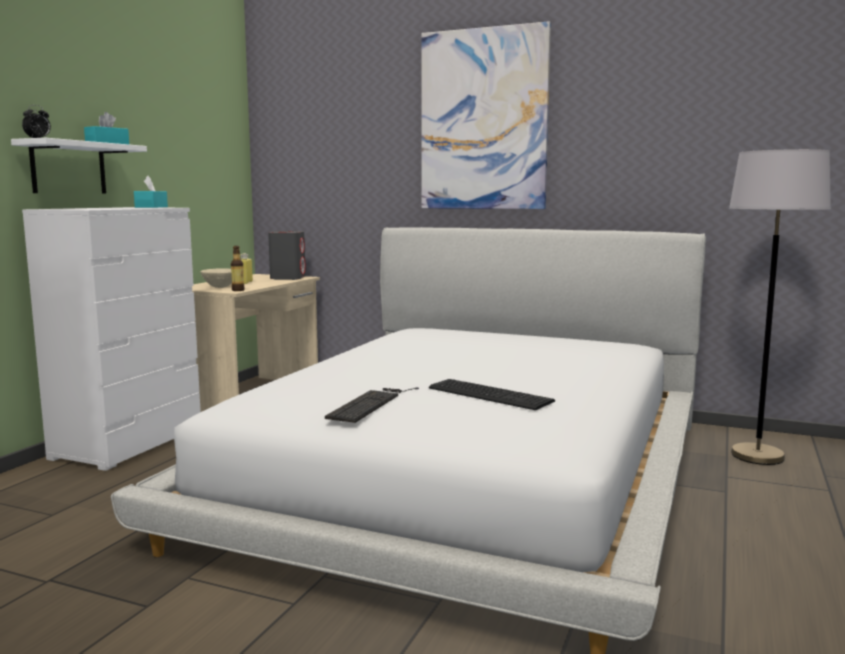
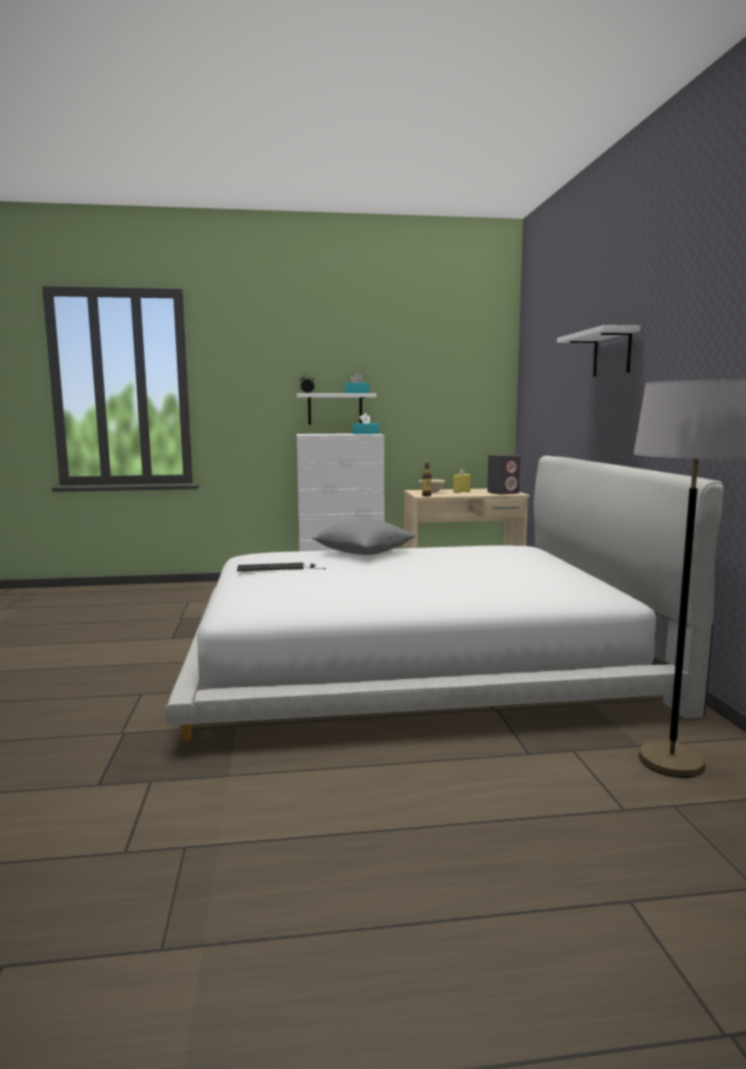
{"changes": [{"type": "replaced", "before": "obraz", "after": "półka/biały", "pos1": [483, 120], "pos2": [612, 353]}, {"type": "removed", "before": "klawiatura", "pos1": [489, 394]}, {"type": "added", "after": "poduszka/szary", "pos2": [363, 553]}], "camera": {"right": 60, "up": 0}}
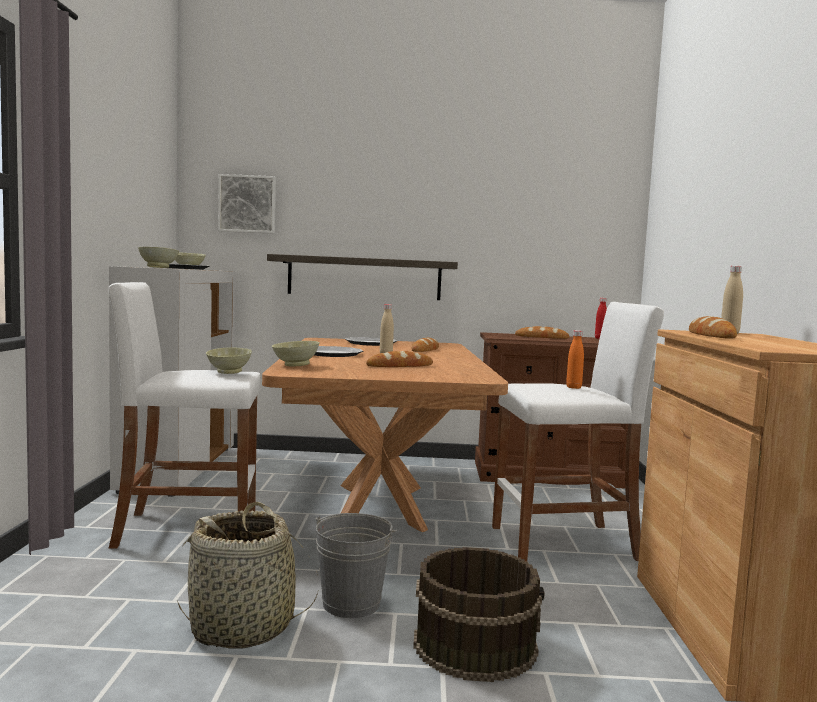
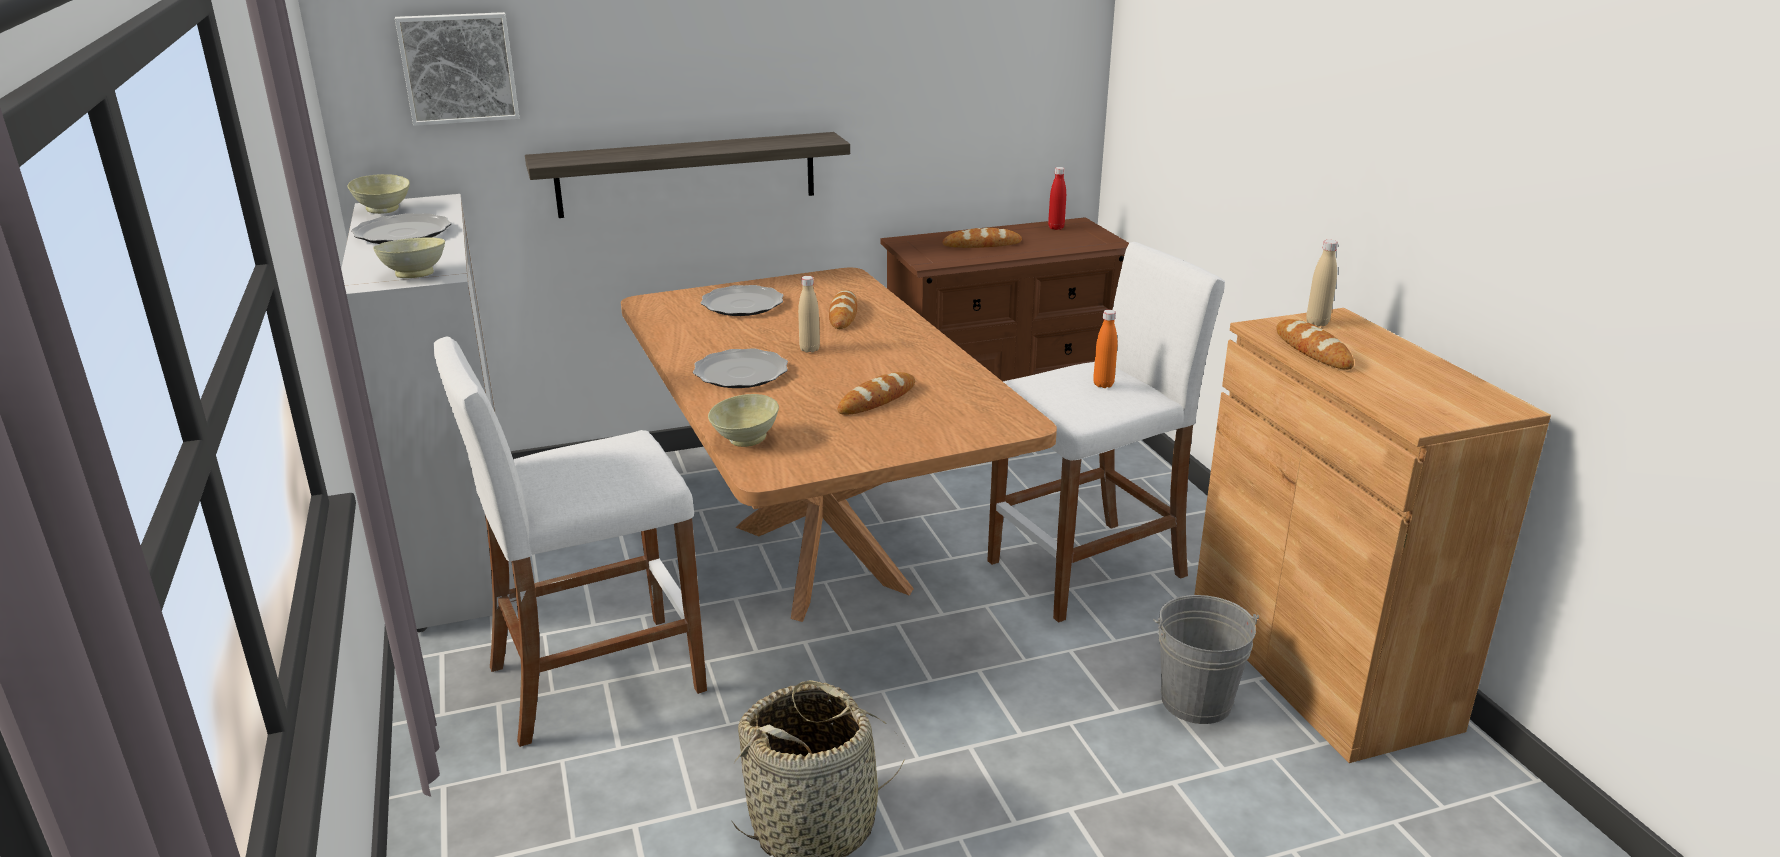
{"changes": [{"type": "removed", "before": "miska/beżowy", "pos1": [228, 372]}, {"type": "moved", "before": "wiadro/szary", "pos1": [351, 603], "pos2": [1196, 701]}, {"type": "removed", "before": "wiadro/brązowy", "pos1": [475, 644]}], "camera": {"right": -20, "up": 20}}
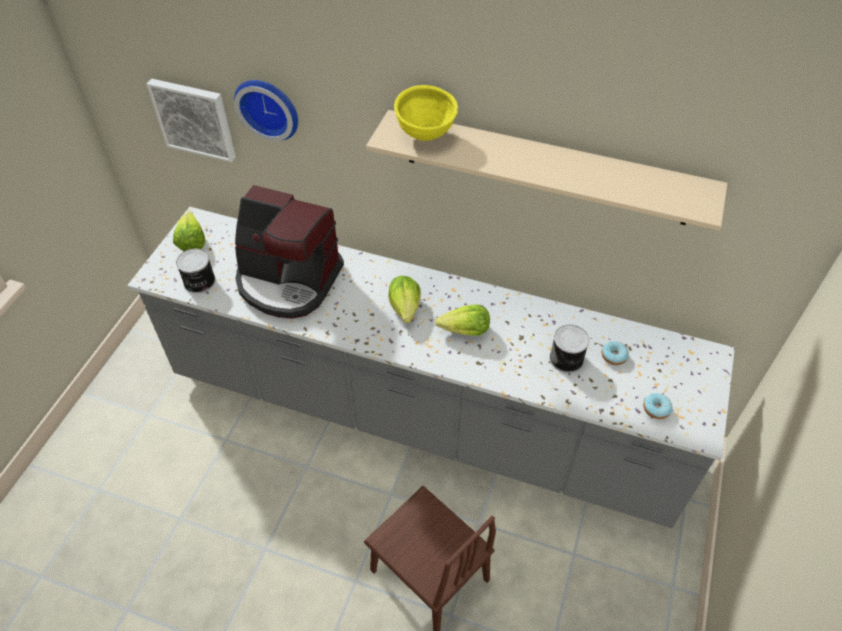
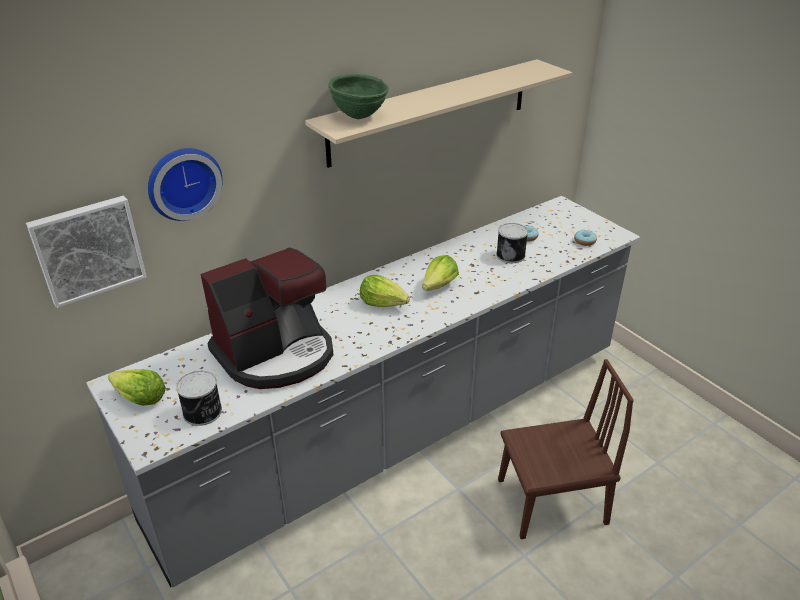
{"changes": [{"type": "recoloured", "before": "miska/żółty", "after": "miska/zielony", "pos1": [425, 136], "pos2": [359, 117]}], "camera": {"right": -55, "up": -15}}
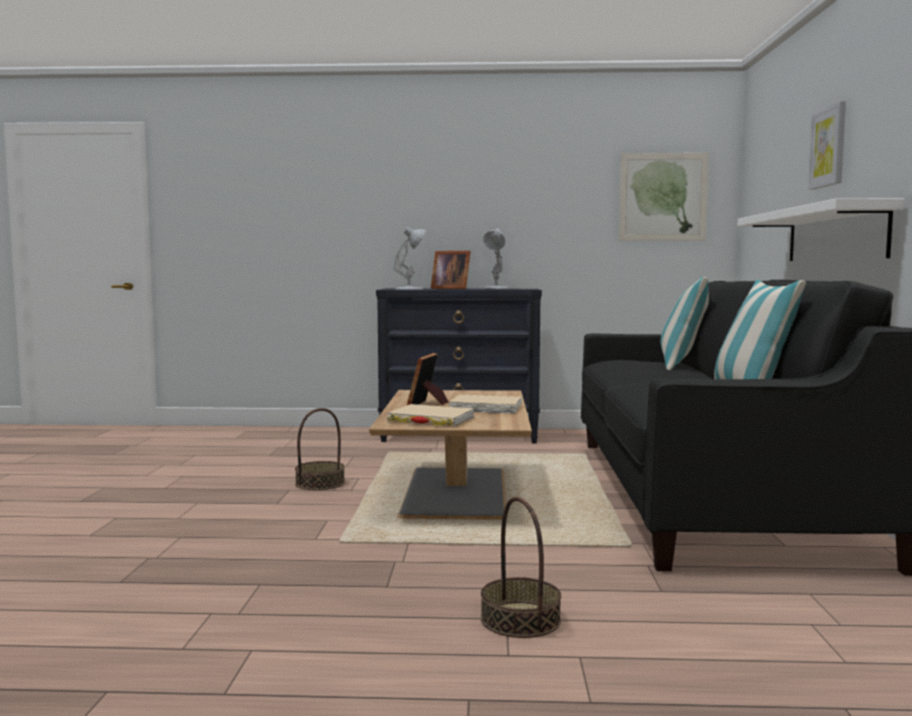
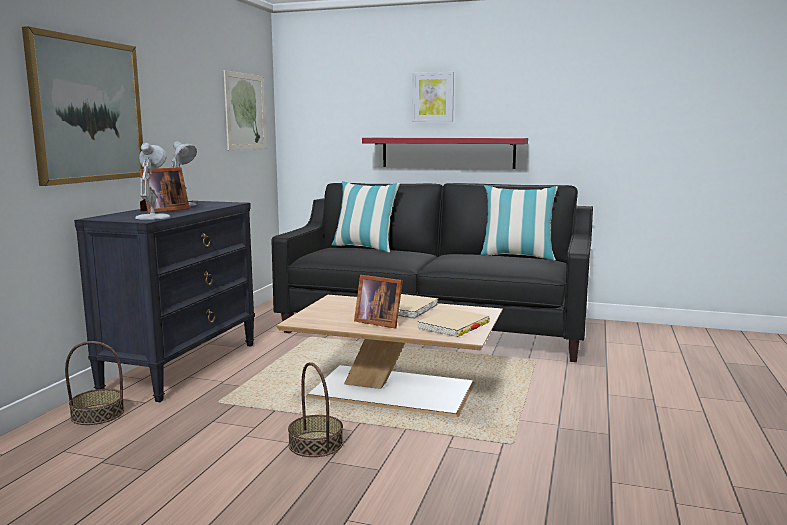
{"changes": [{"type": "moved", "before": "koszyk", "pos1": [520, 619], "pos2": [97, 414]}, {"type": "recoloured", "before": "półka/biały", "after": "półka/czerwony", "pos1": [835, 234], "pos2": [447, 152]}, {"type": "added", "after": "obraz", "pos2": [88, 110]}], "camera": {"right": -75, "up": 5}}
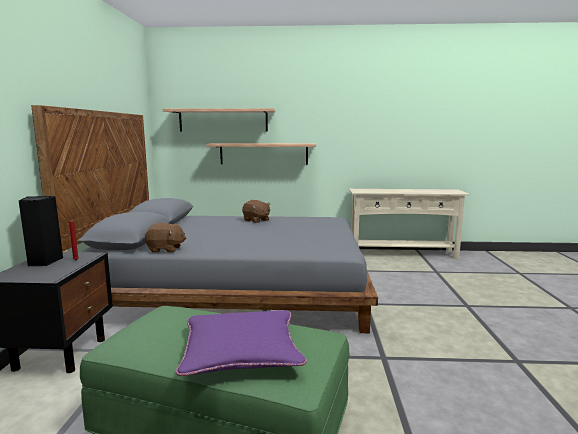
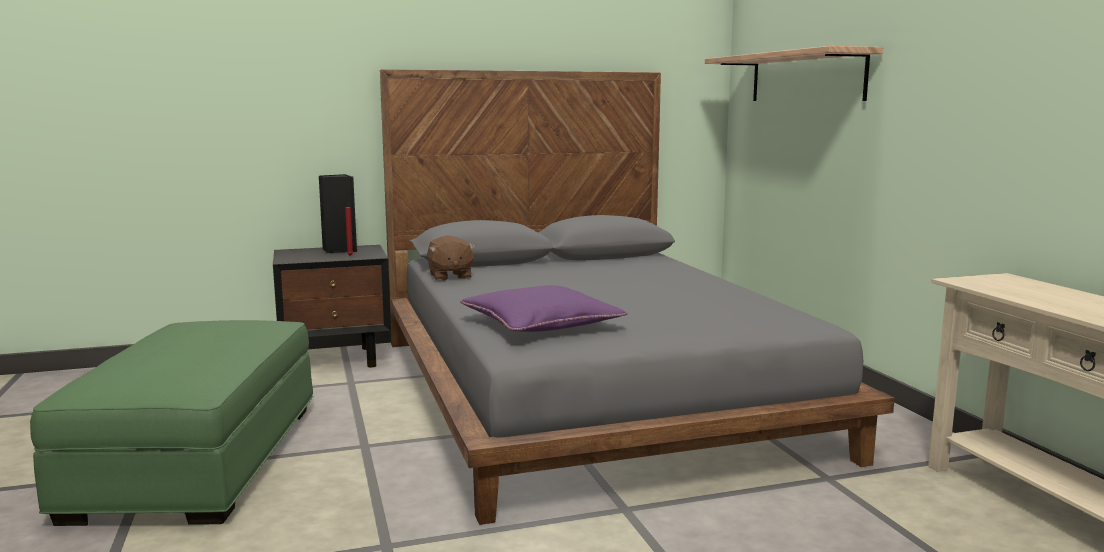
{"changes": [{"type": "moved", "before": "poduszka/fioletowy", "pos1": [241, 351], "pos2": [541, 323]}, {"type": "removed", "before": "półka", "pos1": [263, 153]}, {"type": "removed", "before": "pluszak/brązowy", "pos1": [256, 220]}], "camera": {"right": 70, "up": 0}}
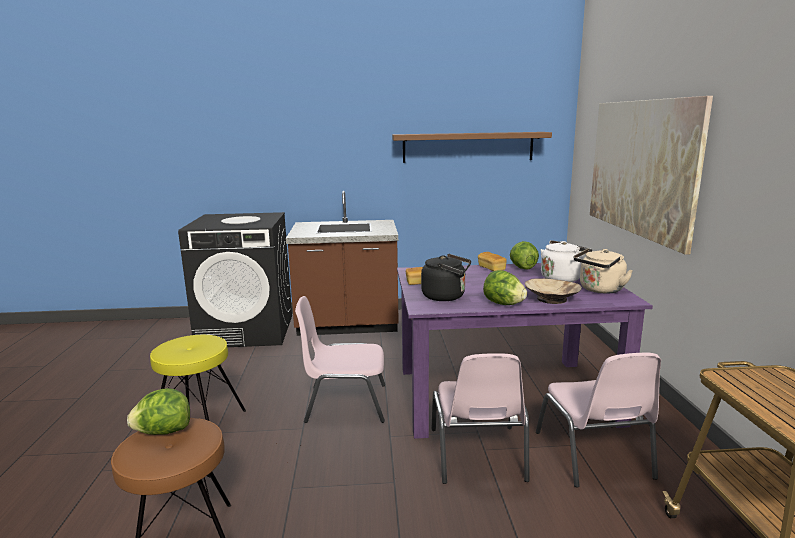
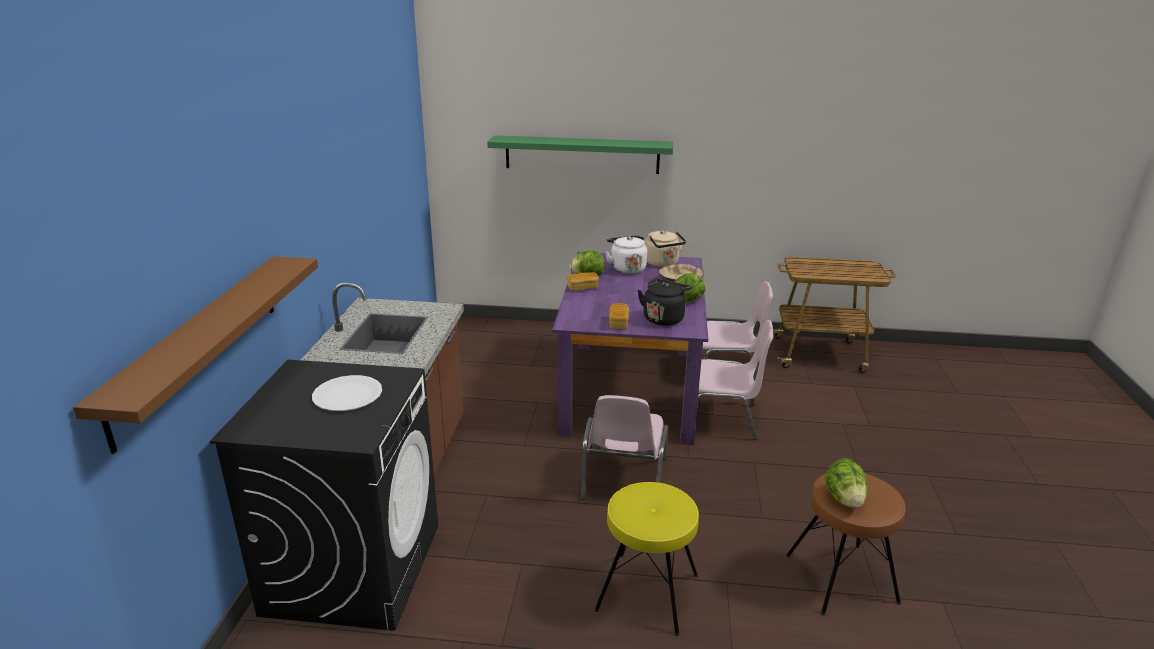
{"changes": [{"type": "moved", "before": "półka/brązowy", "pos1": [468, 147], "pos2": [198, 344]}, {"type": "replaced", "before": "obraz", "after": "półka/zielony", "pos1": [640, 167], "pos2": [582, 154]}], "camera": {"right": -80, "up": 10}}
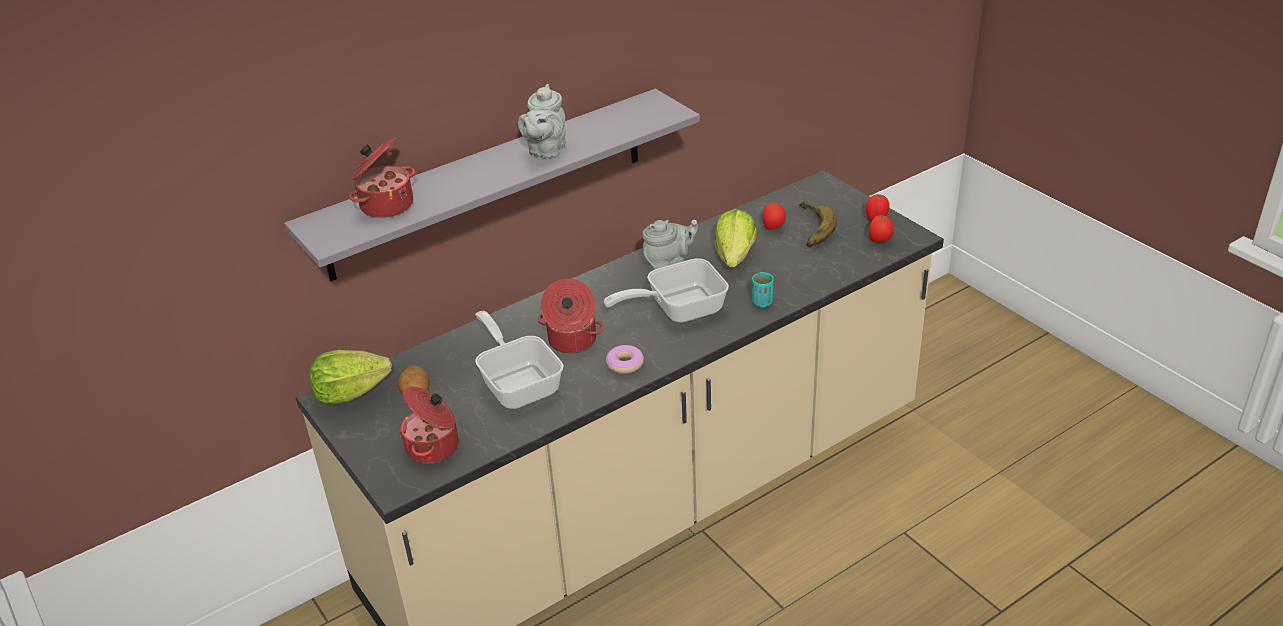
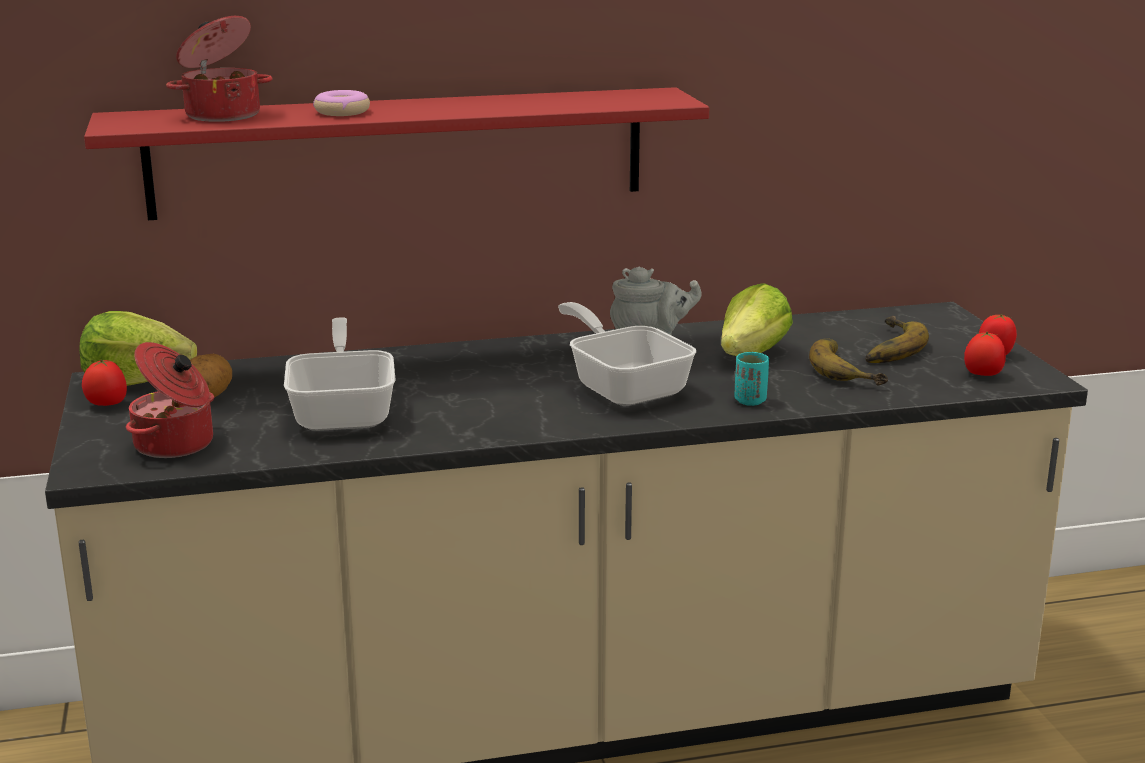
{"changes": [{"type": "recoloured", "before": "półka/szary", "after": "półka/czerwony", "pos1": [488, 183], "pos2": [399, 152]}, {"type": "removed", "before": "imbryk/szary", "pos1": [545, 151]}, {"type": "removed", "before": "garnek", "pos1": [571, 341]}, {"type": "turned", "before": "patelnia", "pos1": [677, 309], "pos2": [624, 386], "turn": 60}, {"type": "moved", "before": "donut", "pos1": [625, 364], "pos2": [342, 112]}, {"type": "moved", "before": "pomidor", "pos1": [773, 227], "pos2": [106, 404]}, {"type": "added", "after": "banan", "pos2": [850, 369]}], "camera": {"right": 20, "up": -15}}
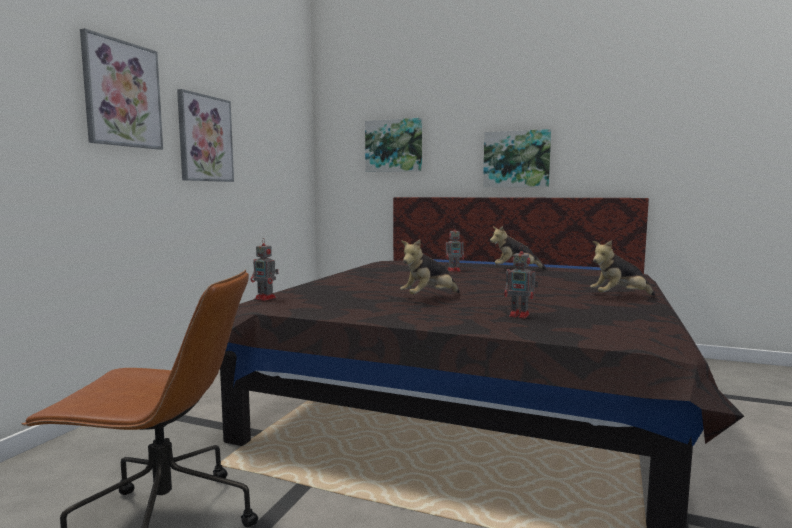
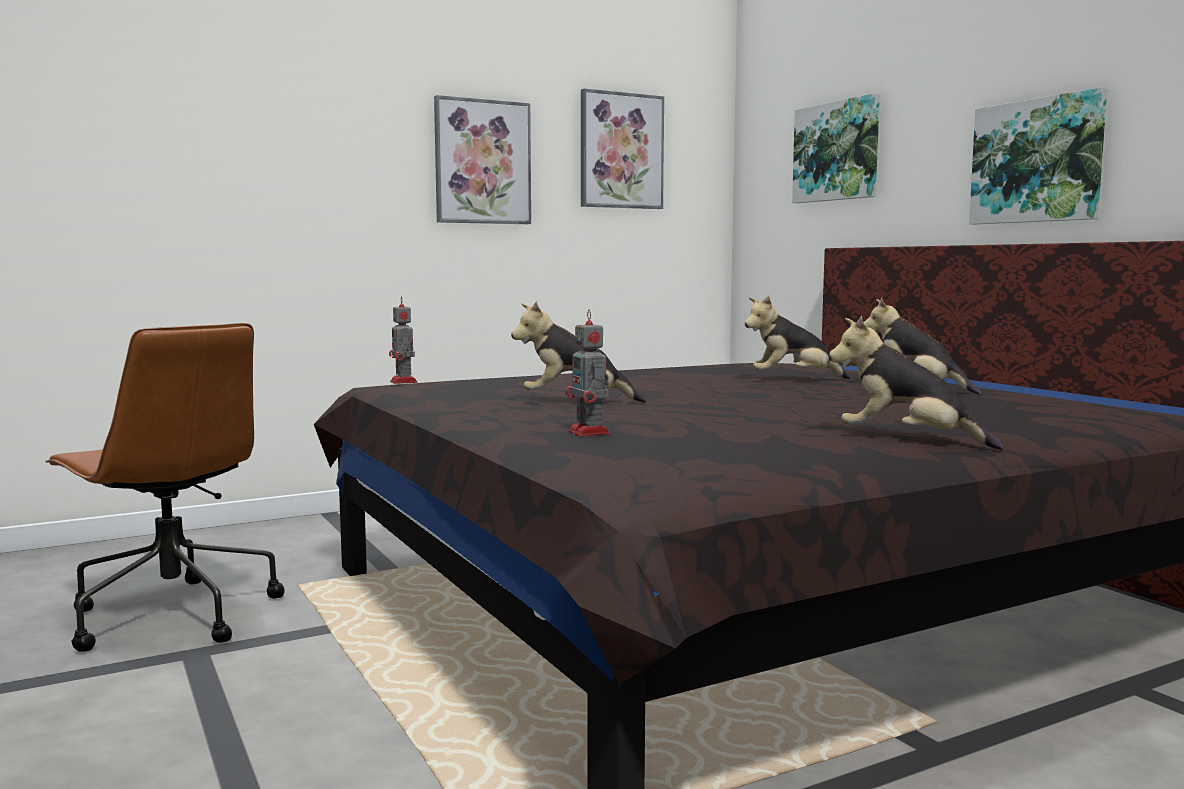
{"changes": [{"type": "moved", "before": "obraz", "pos1": [122, 94], "pos2": [621, 151]}, {"type": "replaced", "before": "robot zabawkowy", "after": "pluszak", "pos1": [454, 270], "pos2": [792, 380]}], "camera": {"right": 40, "up": 0}}
